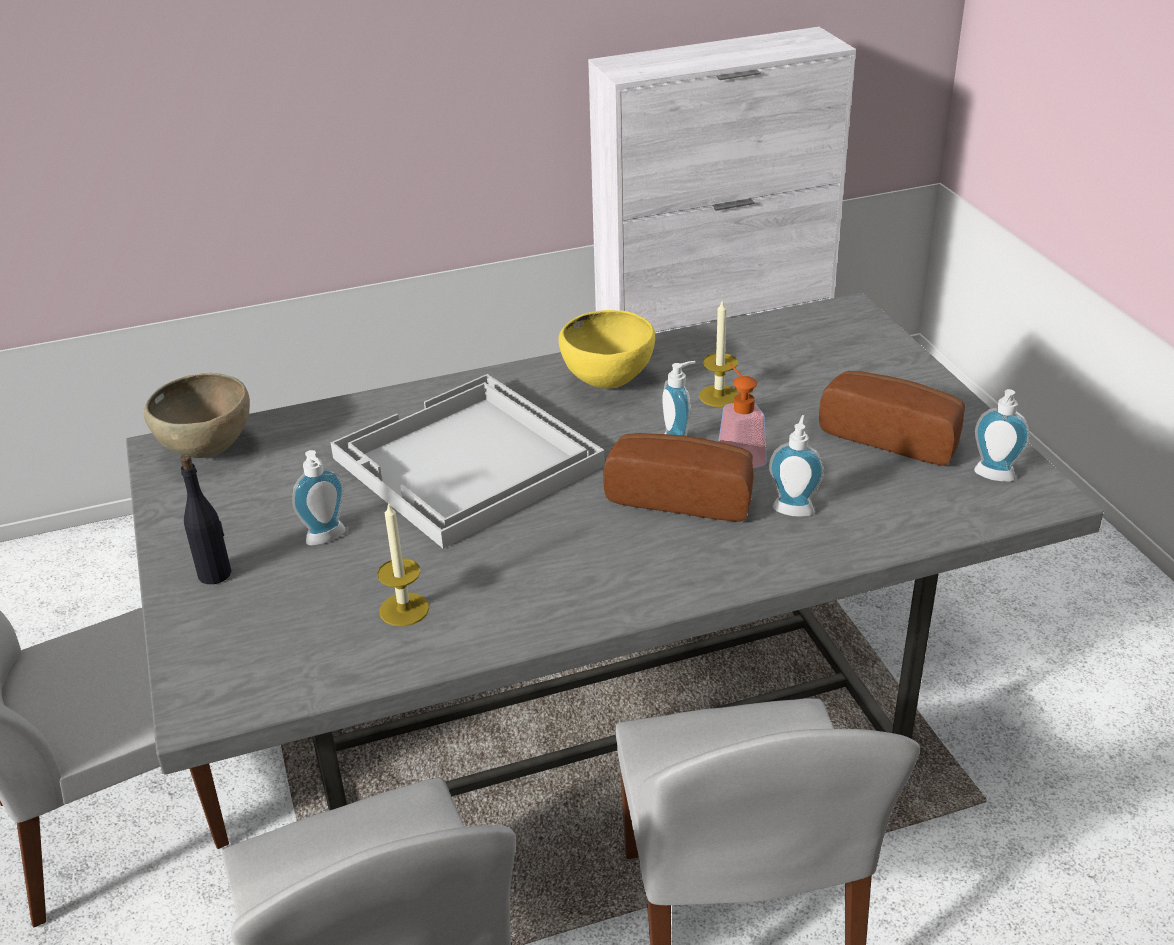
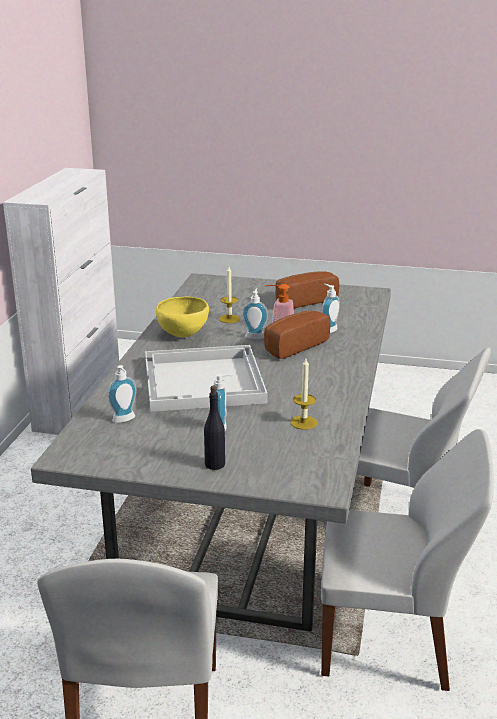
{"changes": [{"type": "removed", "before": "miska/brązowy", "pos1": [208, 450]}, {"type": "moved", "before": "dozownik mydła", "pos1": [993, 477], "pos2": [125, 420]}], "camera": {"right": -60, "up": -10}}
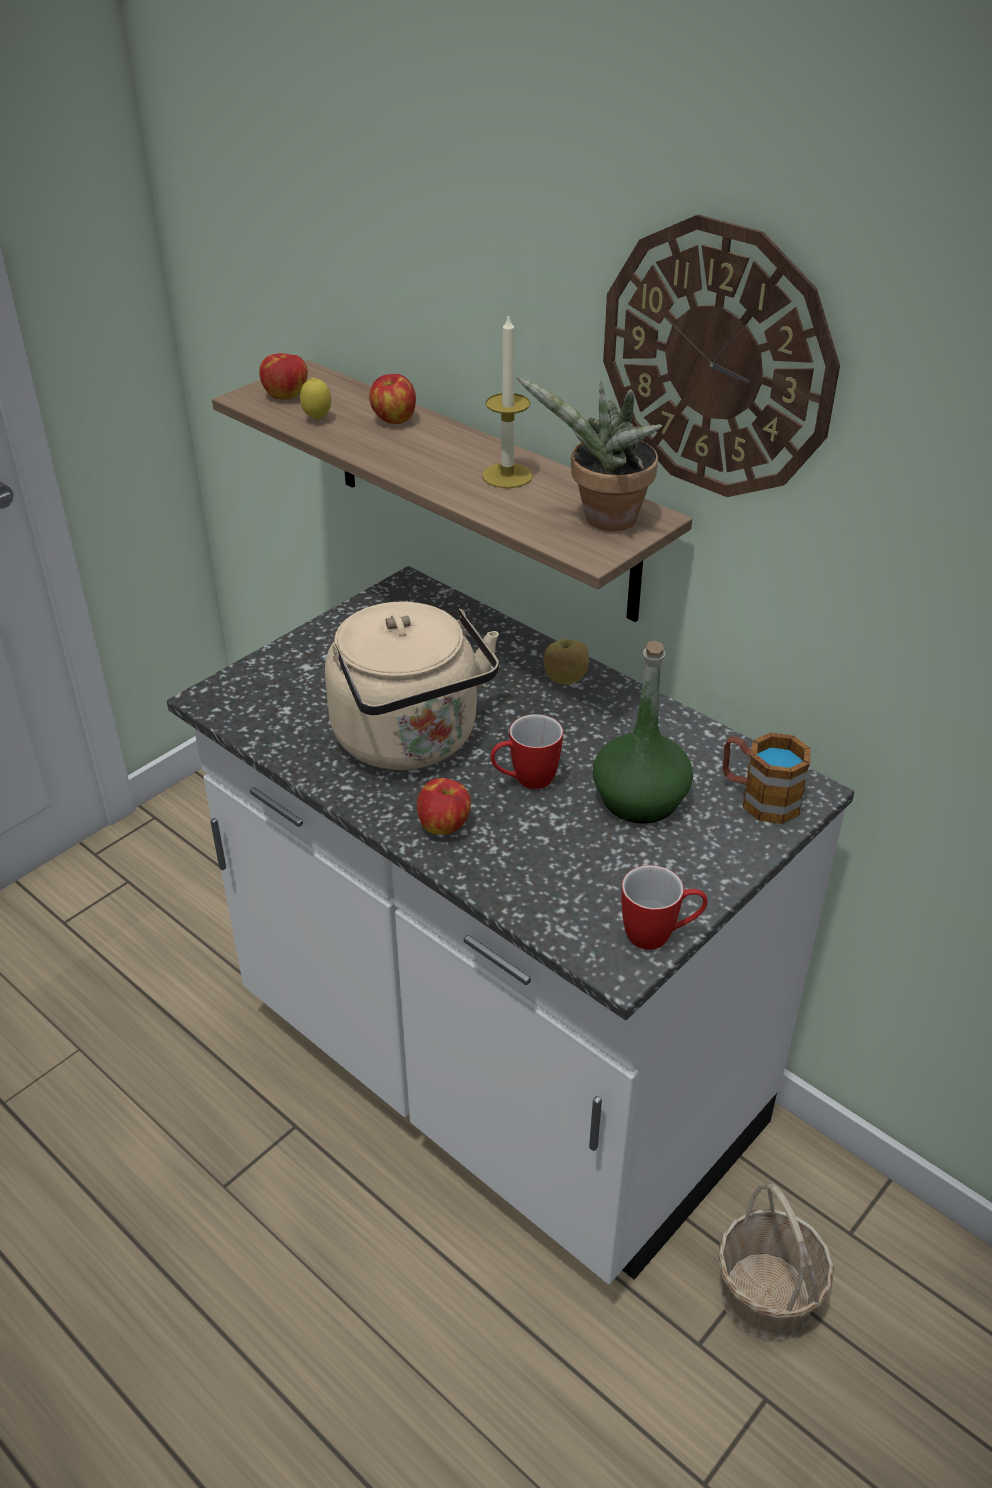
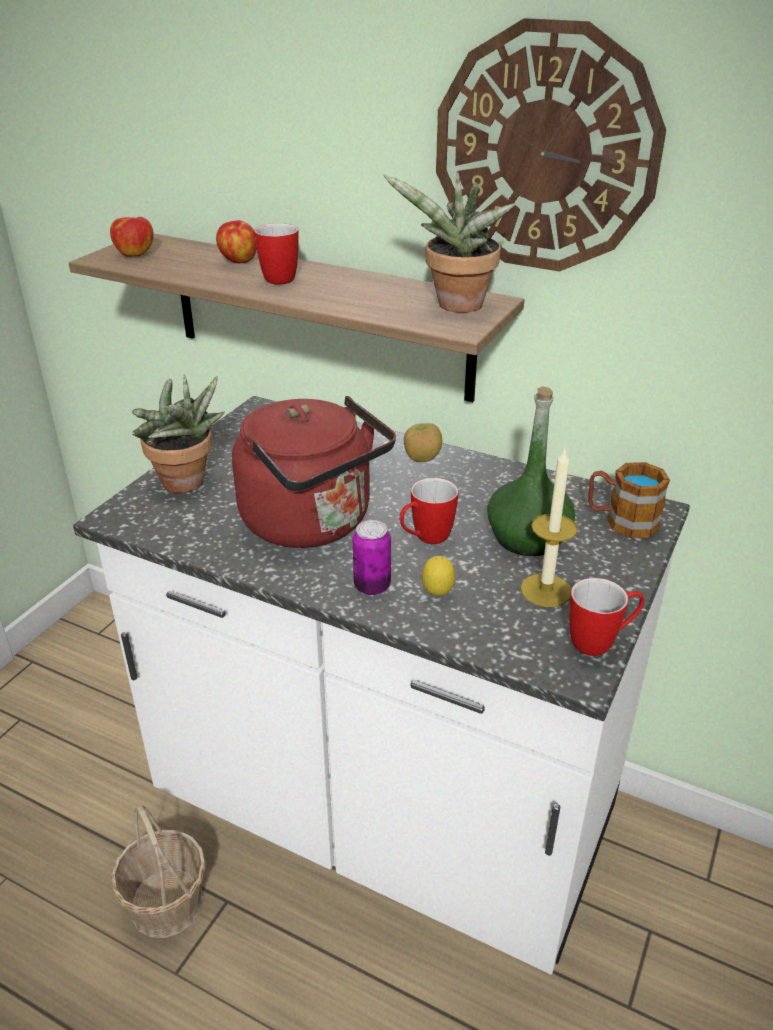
{"changes": [{"type": "moved", "before": "cytryna", "pos1": [317, 419], "pos2": [437, 594]}, {"type": "recoloured", "before": "czajnik/beżowy", "after": "czajnik/czerwony", "pos1": [411, 741], "pos2": [313, 524]}, {"type": "replaced", "before": "jabłko", "after": "puszka", "pos1": [444, 826], "pos2": [372, 586]}, {"type": "moved", "before": "świeca", "pos1": [507, 476], "pos2": [546, 590]}, {"type": "moved", "before": "koszyk", "pos1": [765, 1298], "pos2": [166, 904]}, {"type": "added", "after": "roślina doniczkowa", "pos2": [186, 485]}, {"type": "added", "after": "kubek", "pos2": [283, 277]}], "camera": {"right": -15, "up": -5}}
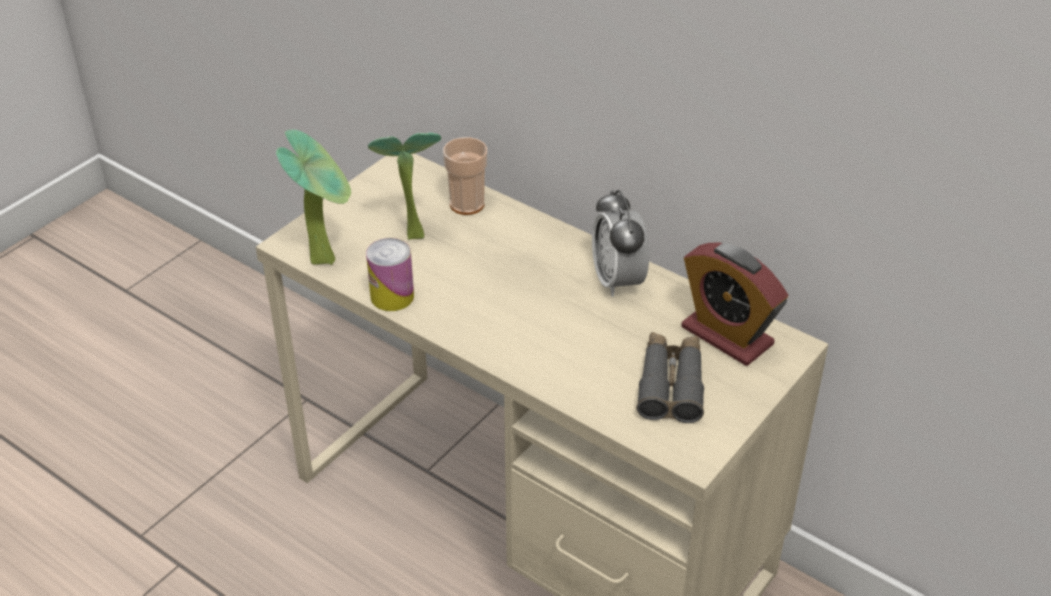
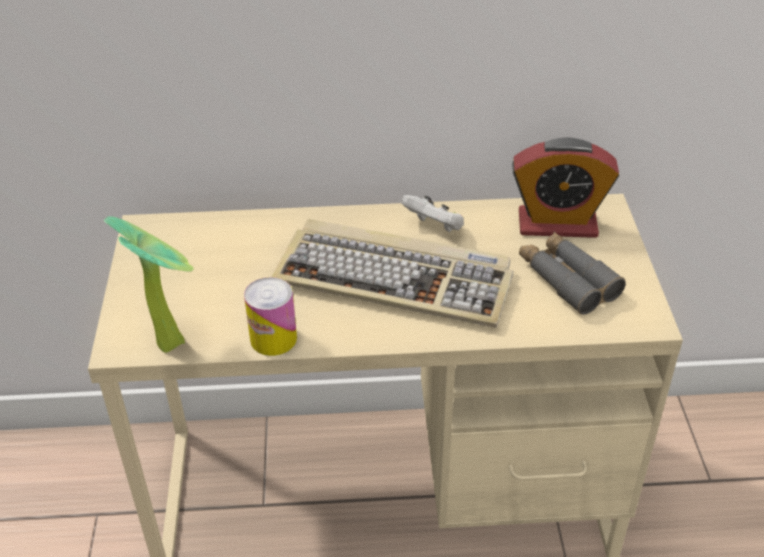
{"changes": [{"type": "removed", "before": "roślina doniczkowa", "pos1": [410, 232]}, {"type": "removed", "before": "filiżanka", "pos1": [467, 204]}, {"type": "replaced", "before": "budzik", "after": "pad do gier/biały", "pos1": [618, 281], "pos2": [434, 227]}, {"type": "added", "after": "klawiatura", "pos2": [396, 278]}], "camera": {"right": -40, "up": 0}}
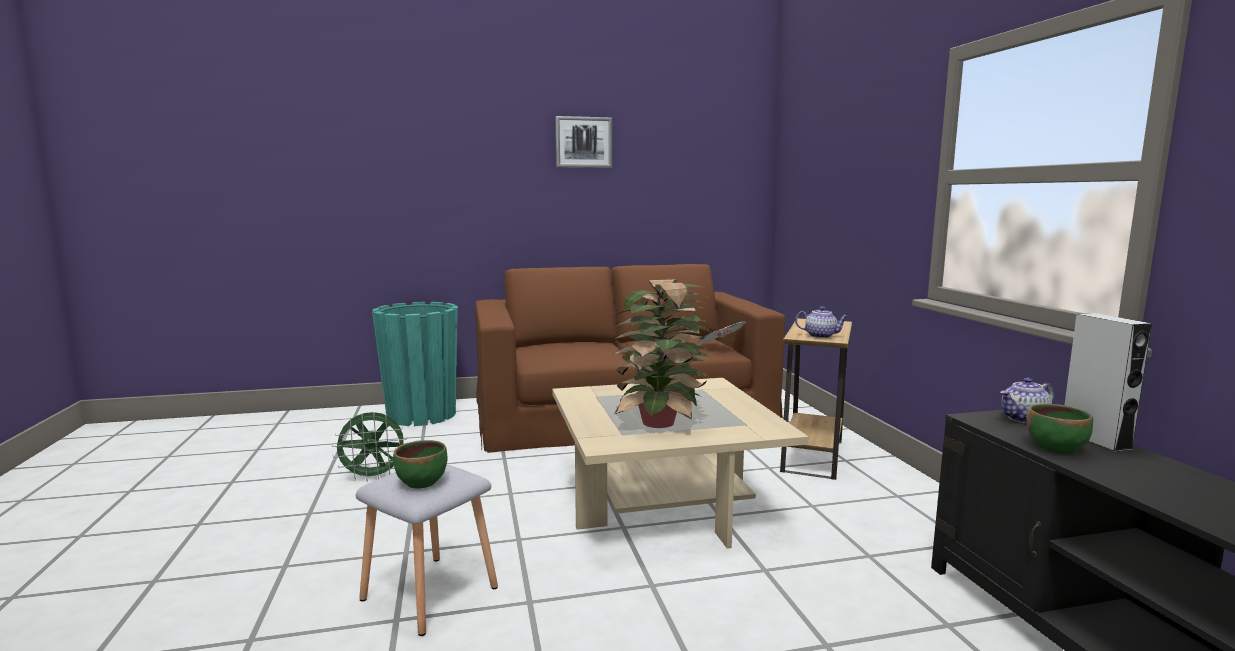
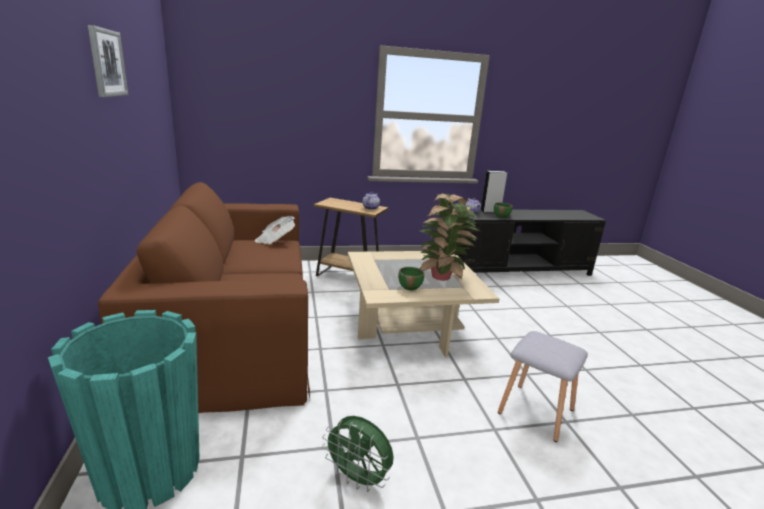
{"changes": [{"type": "turned", "before": "wentylator/zielony", "pos1": [373, 476], "pos2": [358, 479], "turn": 135}, {"type": "moved", "before": "miska/zielony", "pos1": [422, 482], "pos2": [410, 287]}], "camera": {"right": -90, "up": 10}}
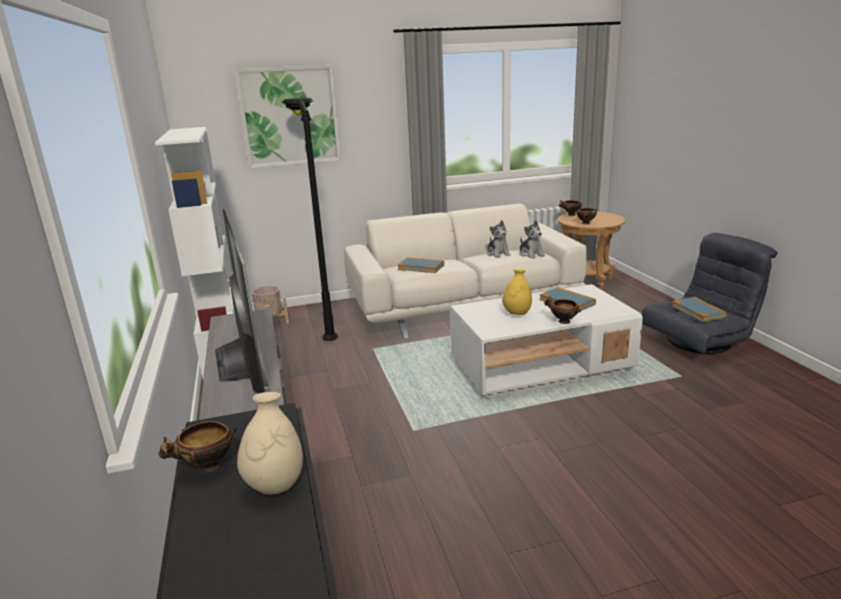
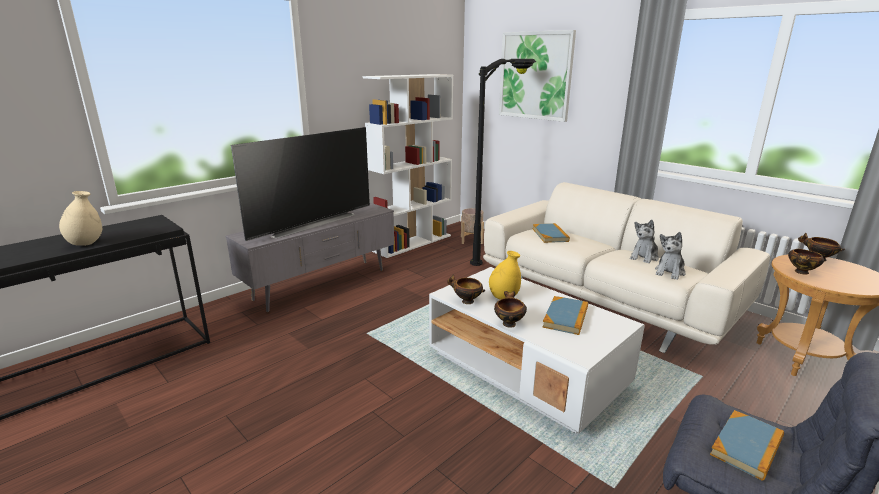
{"changes": [{"type": "moved", "before": "miska", "pos1": [207, 467], "pos2": [466, 301]}], "camera": {"right": 60, "up": 0}}
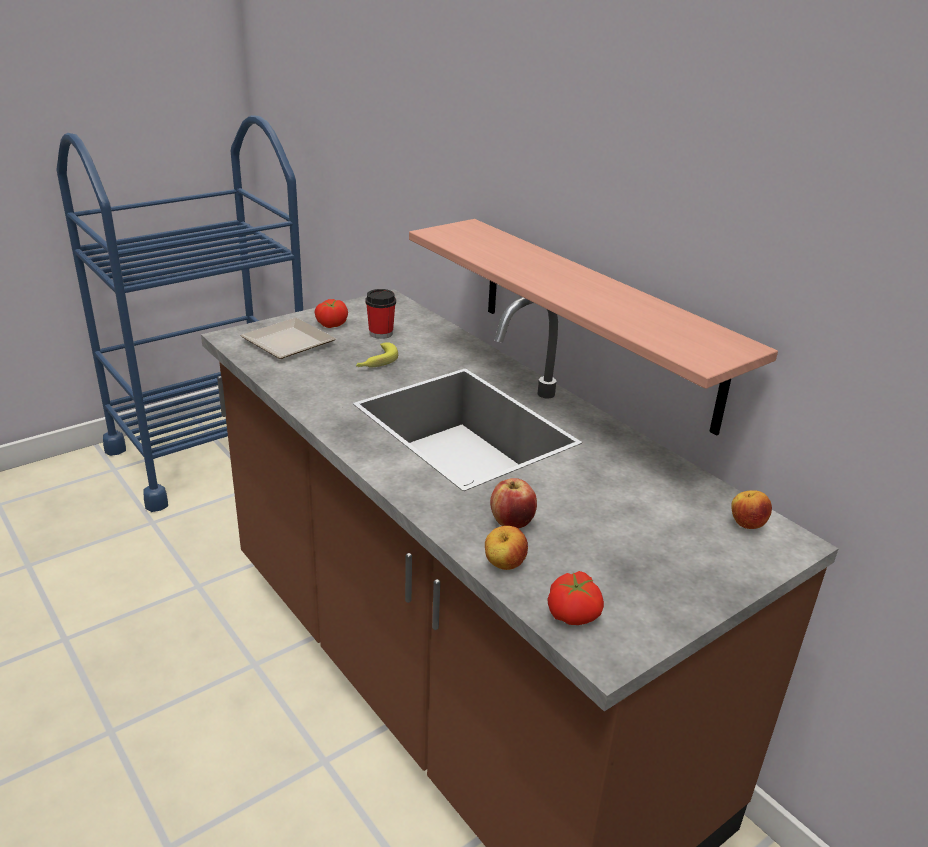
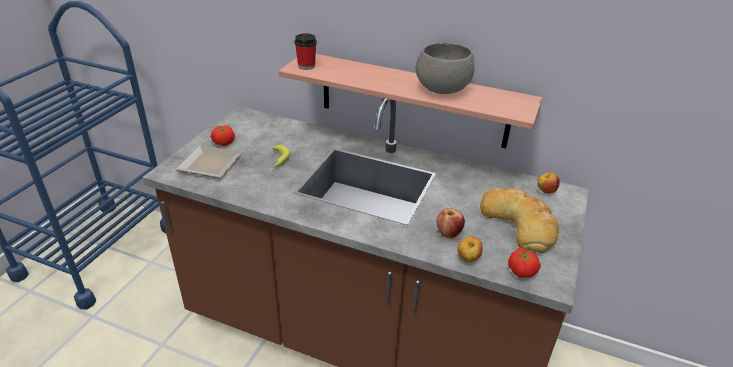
{"changes": [{"type": "moved", "before": "filiżanka", "pos1": [381, 333], "pos2": [306, 66]}, {"type": "added", "after": "miska/szary", "pos2": [441, 89]}, {"type": "added", "after": "chleb", "pos2": [519, 223]}], "camera": {"right": -30, "up": 5}}
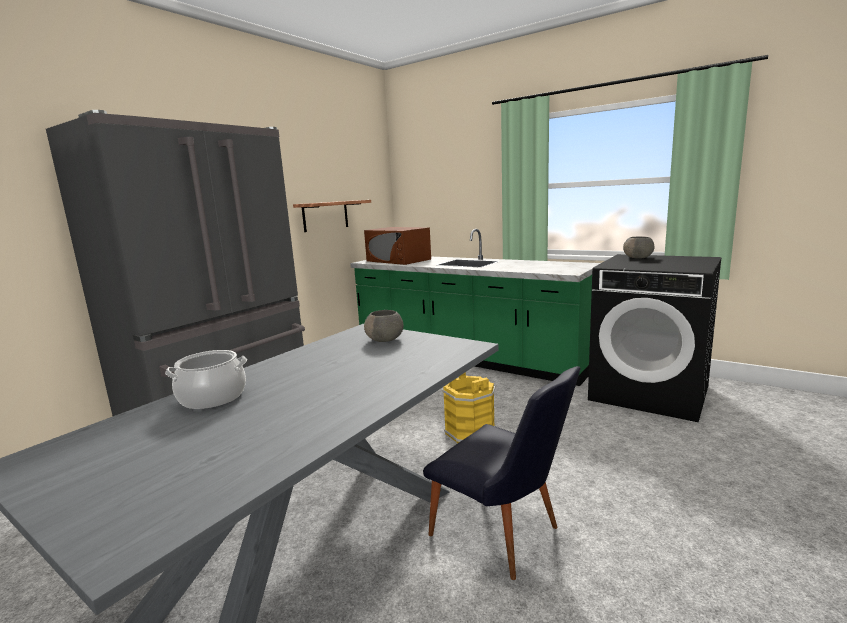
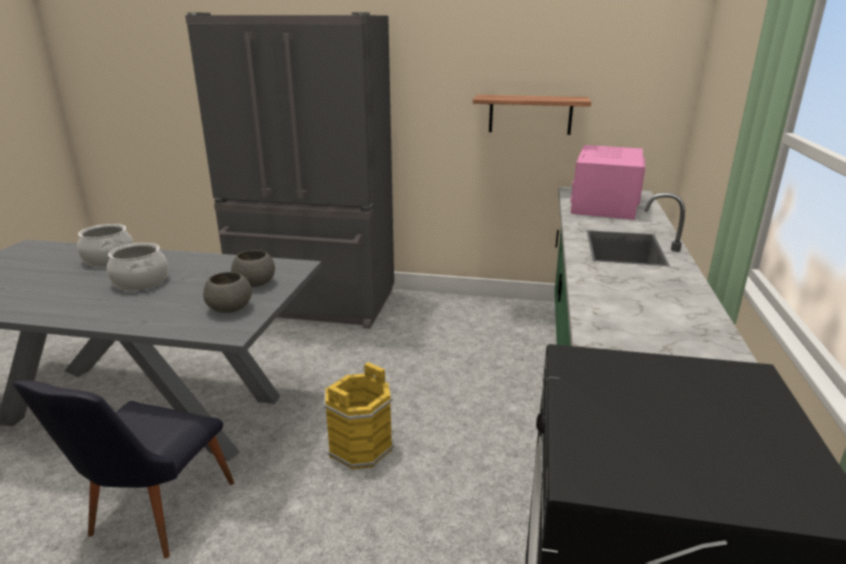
{"changes": [{"type": "recoloured", "before": "mikrofalówka/brązowy", "after": "mikrofalówka/różowy", "pos1": [398, 260], "pos2": [604, 204]}, {"type": "moved", "before": "miska/szary", "pos1": [638, 258], "pos2": [229, 309]}, {"type": "added", "after": "garnek", "pos2": [140, 282]}], "camera": {"right": 65, "up": 10}}
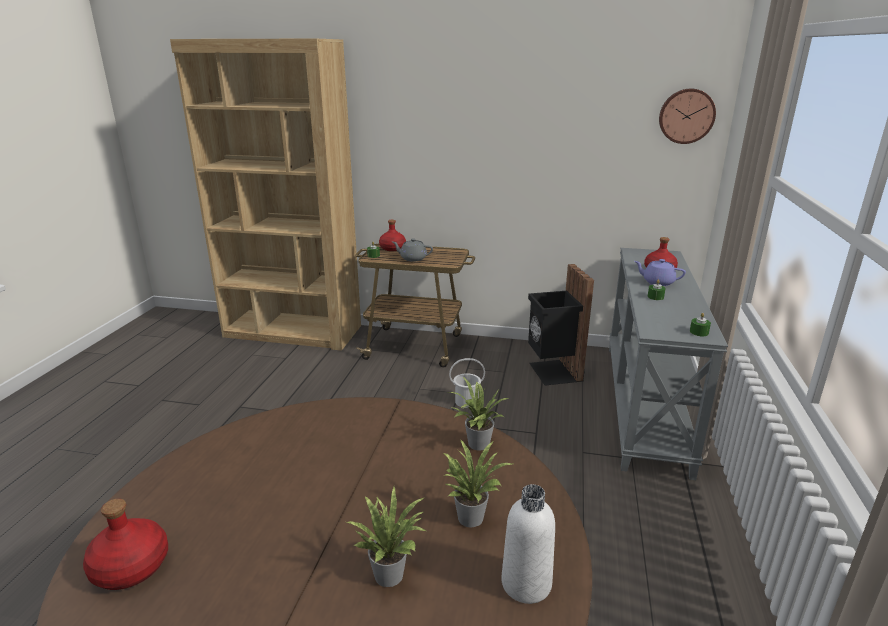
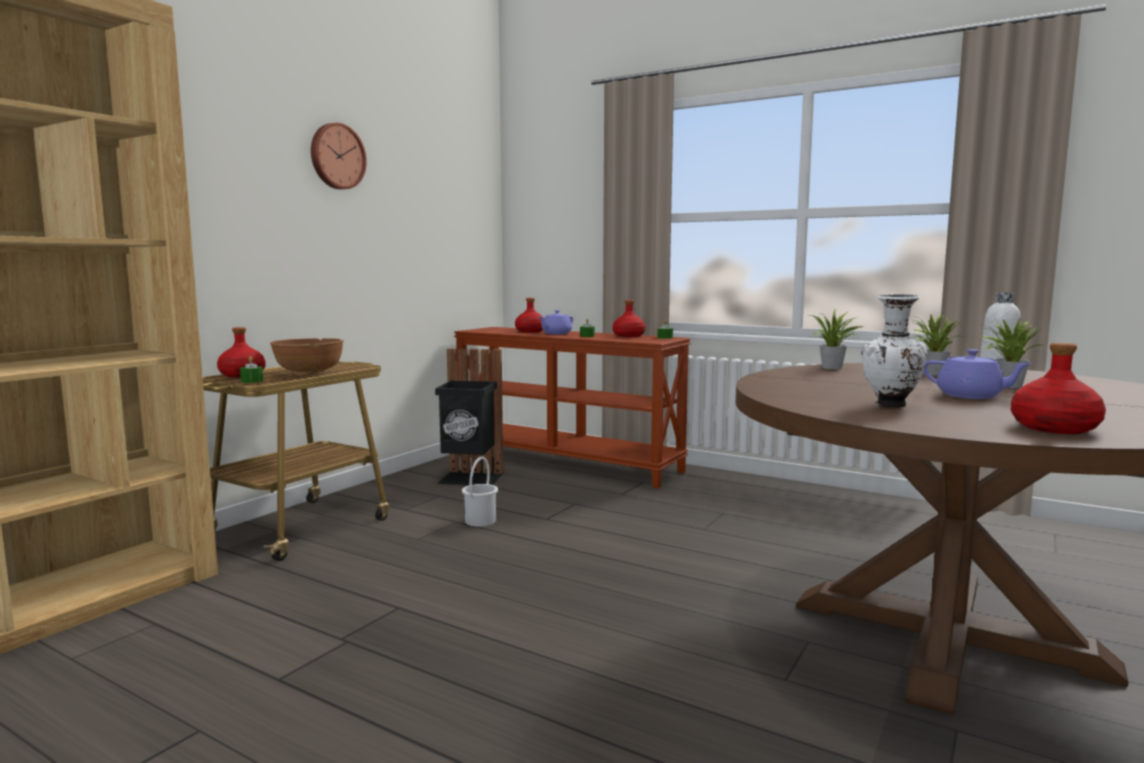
{"changes": [{"type": "replaced", "before": "imbryk/szary", "after": "miska/brązowy", "pos1": [412, 258], "pos2": [309, 372]}, {"type": "recoloured", "before": "stolik konsolowy/szary", "after": "stolik konsolowy/brązowy", "pos1": [646, 404], "pos2": [568, 462]}, {"type": "moved", "before": "zegar ścienny", "pos1": [686, 116], "pos2": [336, 156]}, {"type": "added", "after": "butelka/czerwony", "pos2": [628, 336]}, {"type": "added", "after": "wazon/biały", "pos2": [890, 406]}, {"type": "added", "after": "imbryk/fioletowy", "pos2": [971, 396]}], "camera": {"right": -70, "up": -15}}
